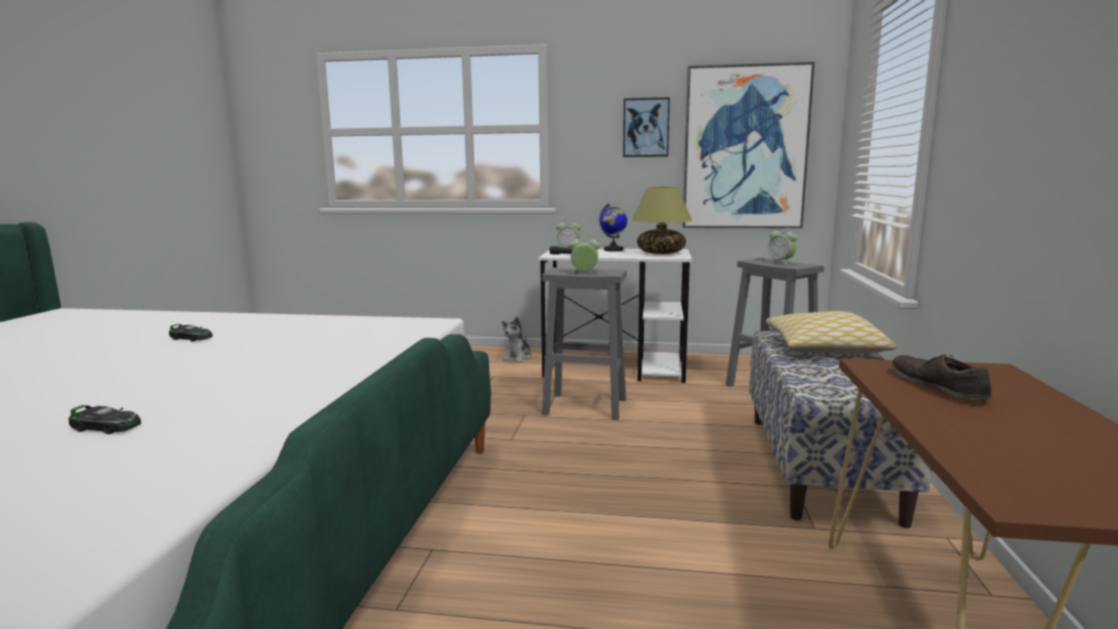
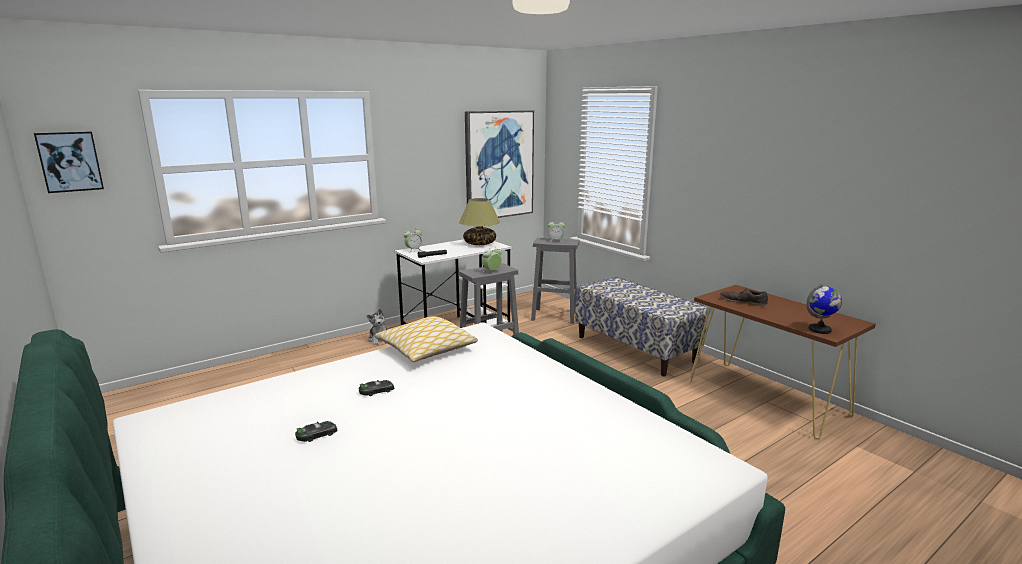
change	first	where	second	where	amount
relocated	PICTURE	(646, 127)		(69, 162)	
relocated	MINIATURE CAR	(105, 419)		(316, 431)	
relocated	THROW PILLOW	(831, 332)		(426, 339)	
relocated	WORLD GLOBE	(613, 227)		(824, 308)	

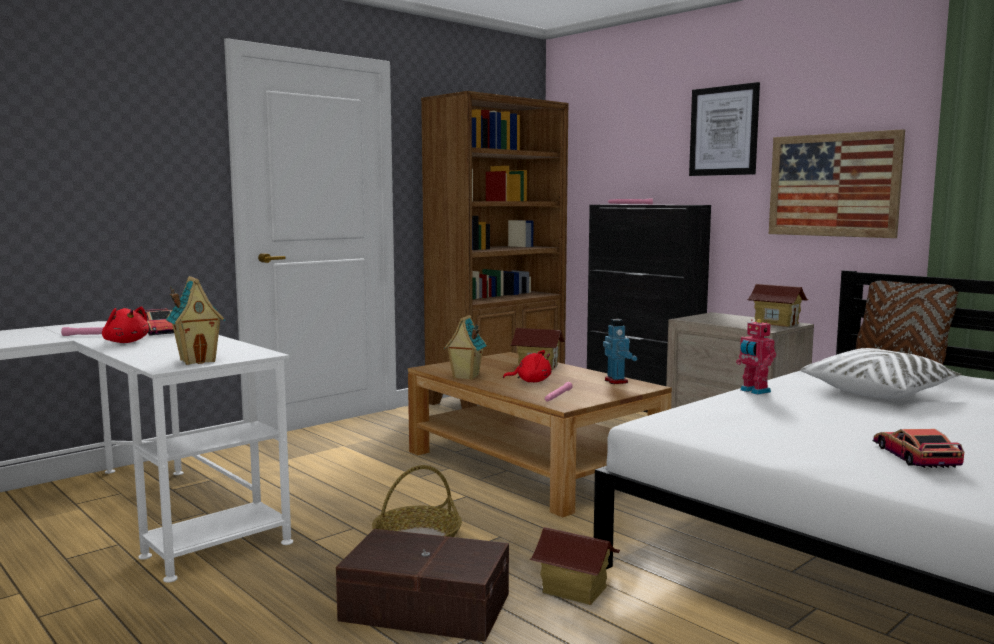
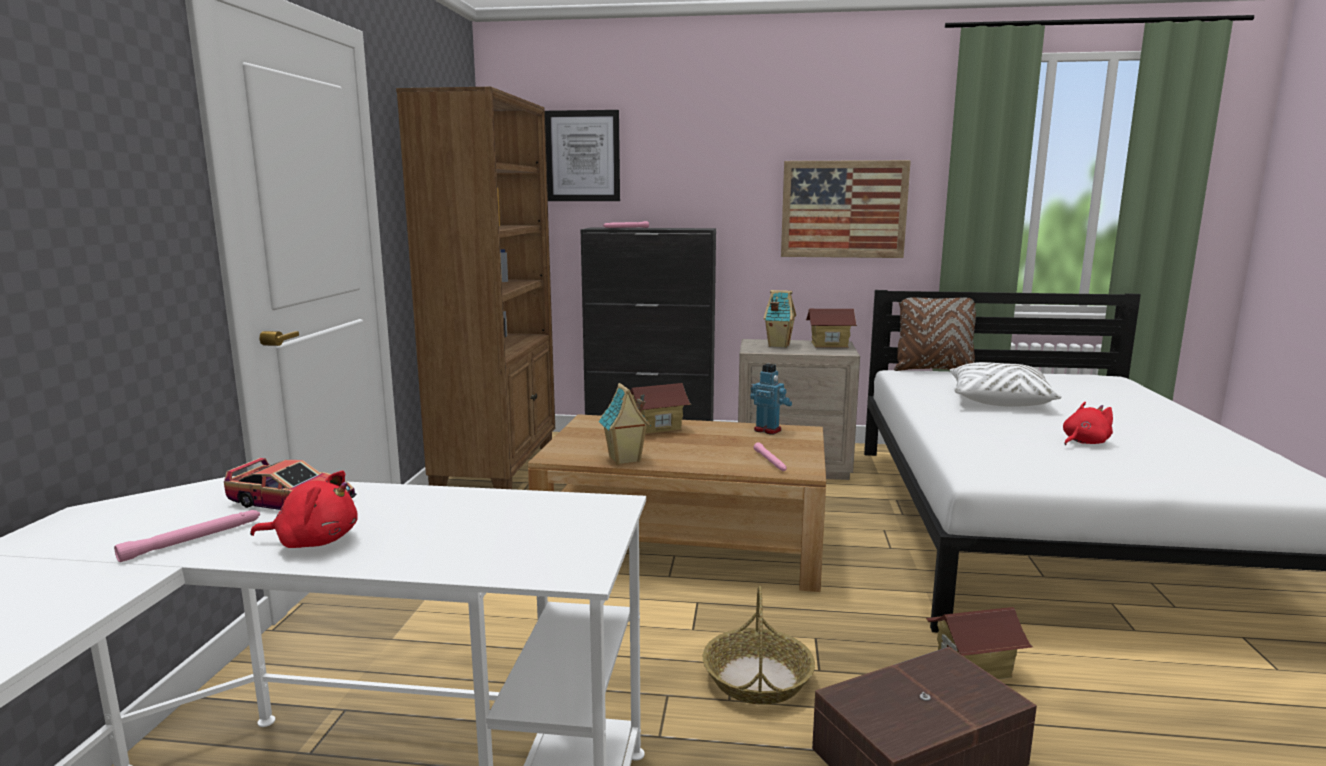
change	first	where	second	where	amount
relocated	PICTURE	(724, 129)		(582, 155)	
relocated	TOY HOUSE	(195, 320)		(780, 319)	
relocated	RED-COLOURED PLUSH TOY	(527, 366)		(1088, 423)	
missing	TOY ROBOT	(756, 357)			
missing	MINIATURE CAR	(918, 448)			

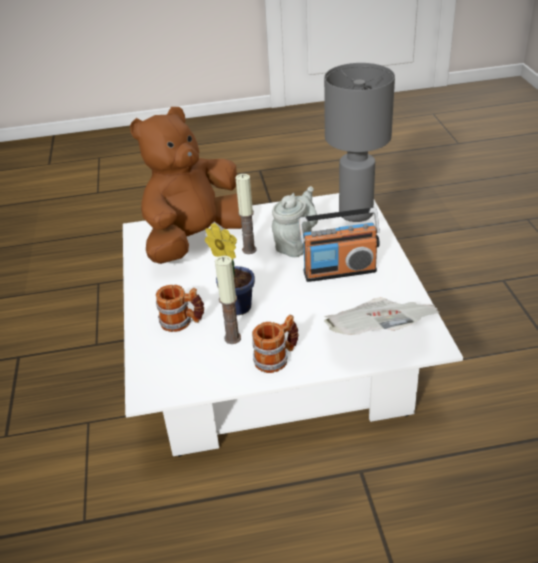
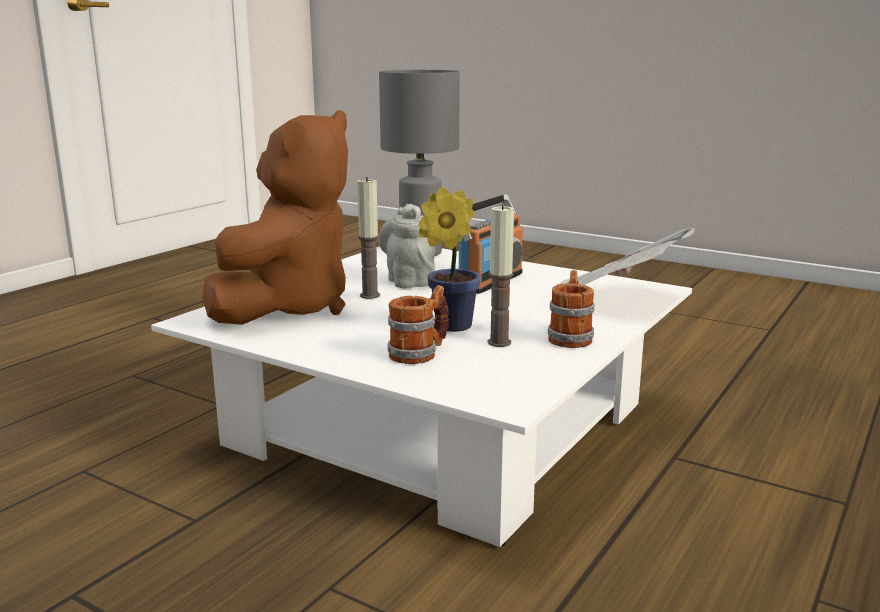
change	first	where	second	where	amount
spun	BROWN-COLOURED PLUSH TOY	(186, 185)		(275, 217)	150 degrees counterclockwise

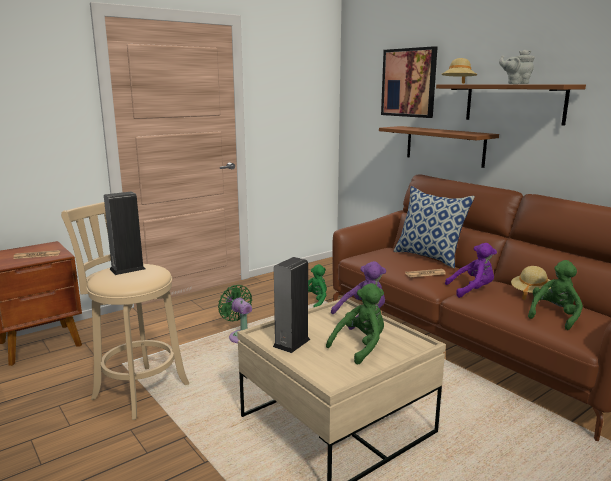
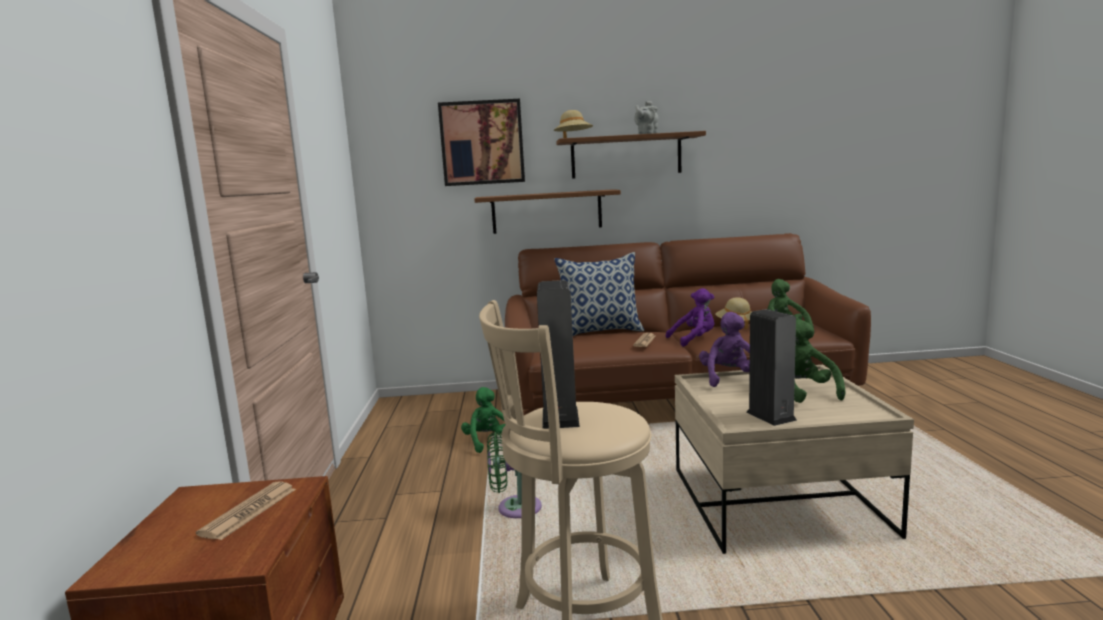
change	first	where	second	where	amount
spun	PURPLISH PLUSH TOY	(471, 270)		(690, 317)	45 degrees clockwise

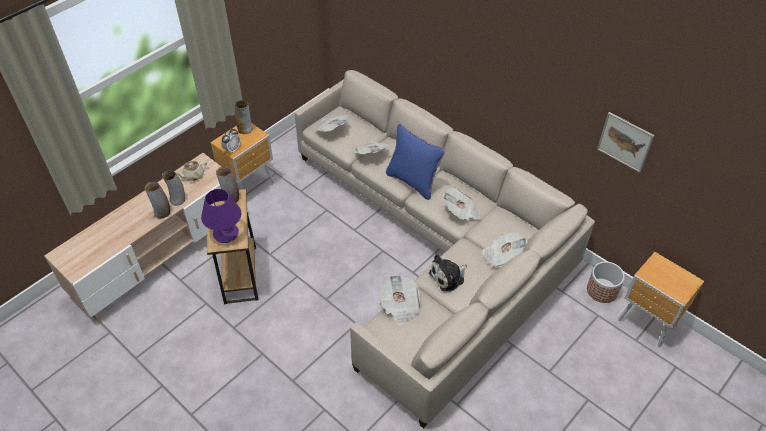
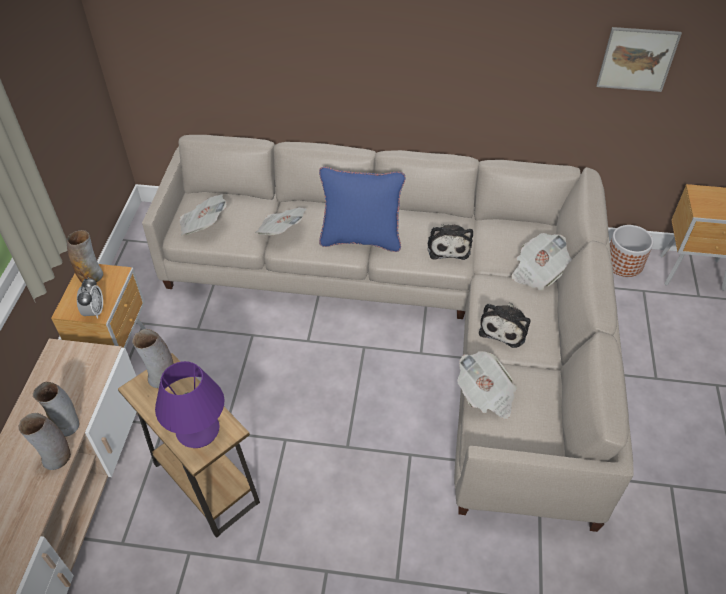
change	first	where	second	where	amount
exchanged	NEWSPAPER	(462, 204)	PLUSH TOY	(450, 242)	
missing	BEIGE-COLOURED TEA POT	(191, 171)			

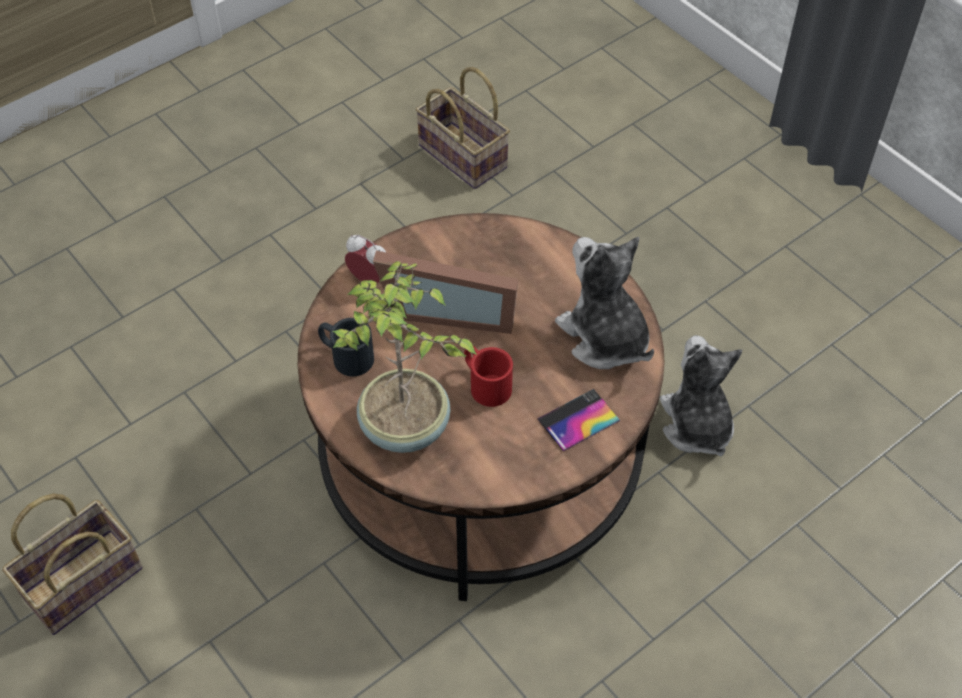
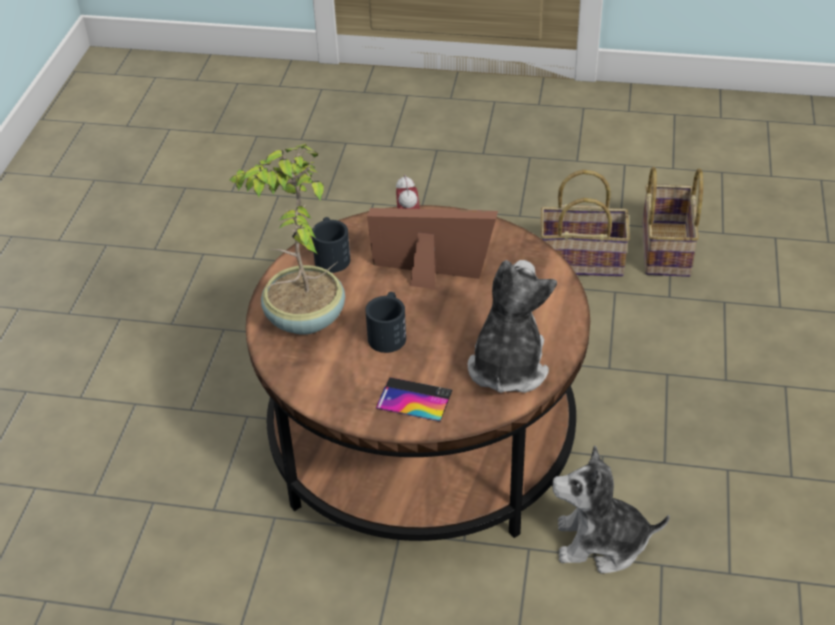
change	first	where	second	where	amount
colour	RED-COLOURED TEA MUG	(488, 376)	BLACKISH TEA MUG	(385, 322)	
spun	PICTURE FRAME	(445, 292)		(432, 248)	135 degrees clockwise
relocated	BASKET	(72, 564)		(585, 223)	
spun	PLUSH TOY	(701, 396)		(611, 509)	120 degrees counterclockwise

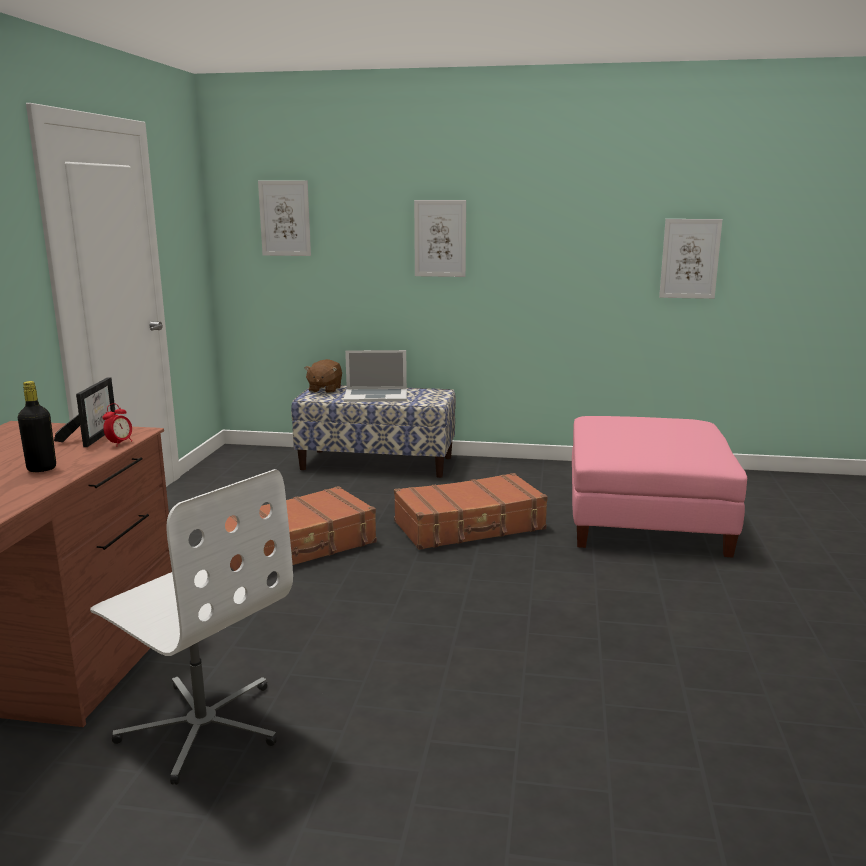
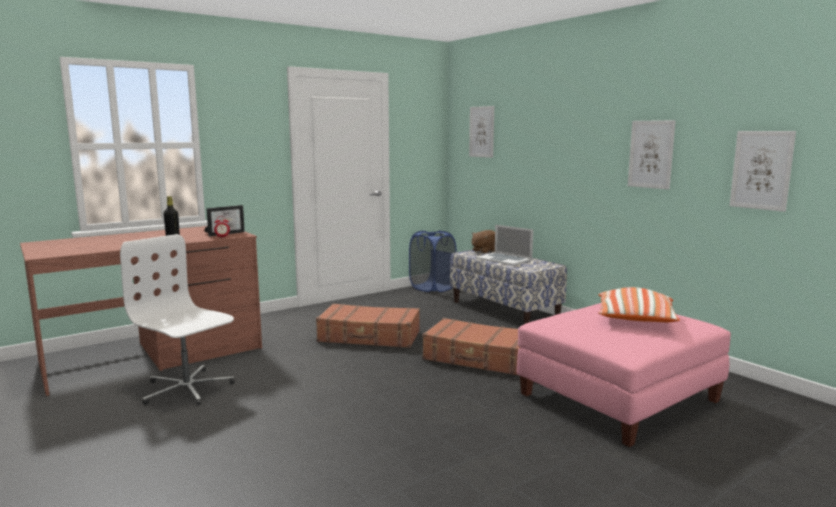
change	first	where	second	where	amount
spun	WHITISH DESK CHAIR	(191, 627)		(177, 319)	135 degrees clockwise
appeared			BLUE-COLOURED LAUNDRY BASKET	(433, 261)	
appeared			THROW PILLOW	(639, 304)	
relocated	PICTURE	(440, 238)		(652, 155)	

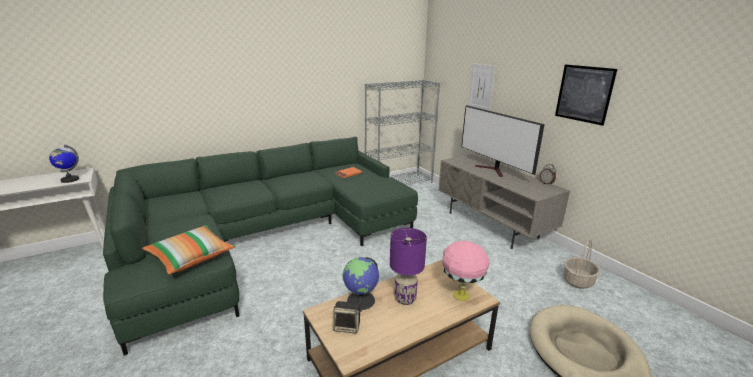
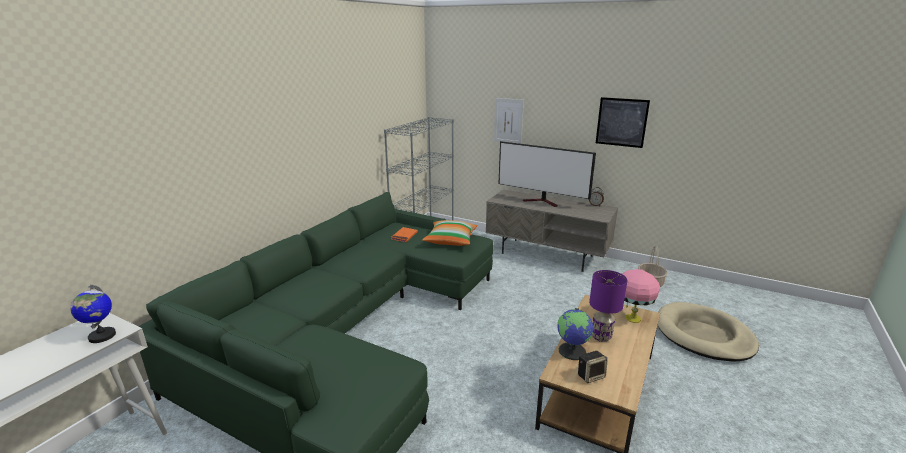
change	first	where	second	where	amount
relocated	THROW PILLOW	(189, 249)		(449, 233)	

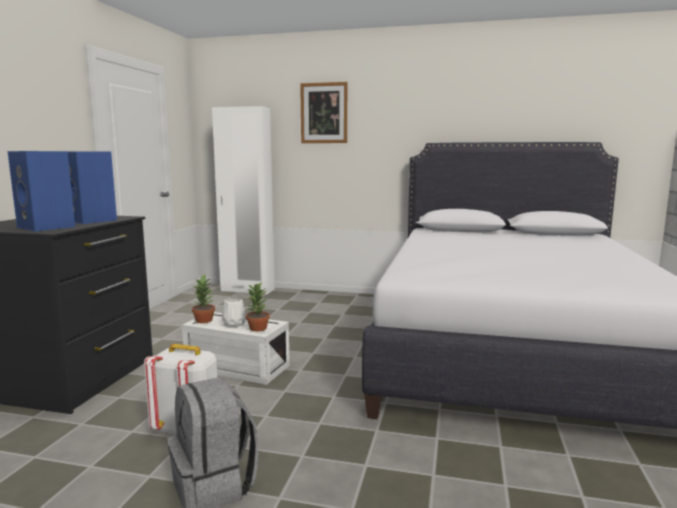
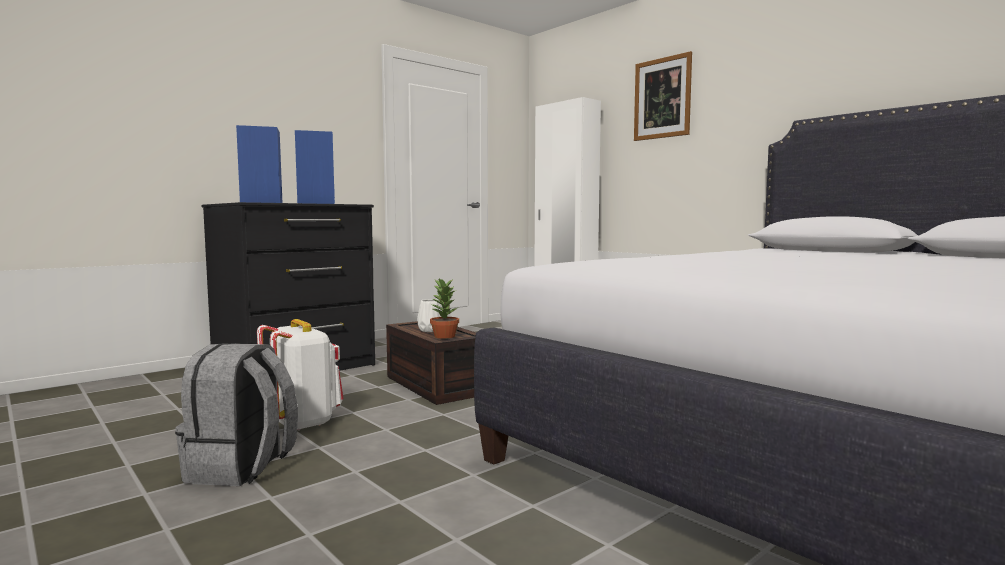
change	first	where	second	where	amount
colour	WHITISH STORAGE BOX	(236, 348)	BROWN-COLOURED STORAGE BOX	(431, 363)	
missing	POTTED PLANT	(203, 299)			

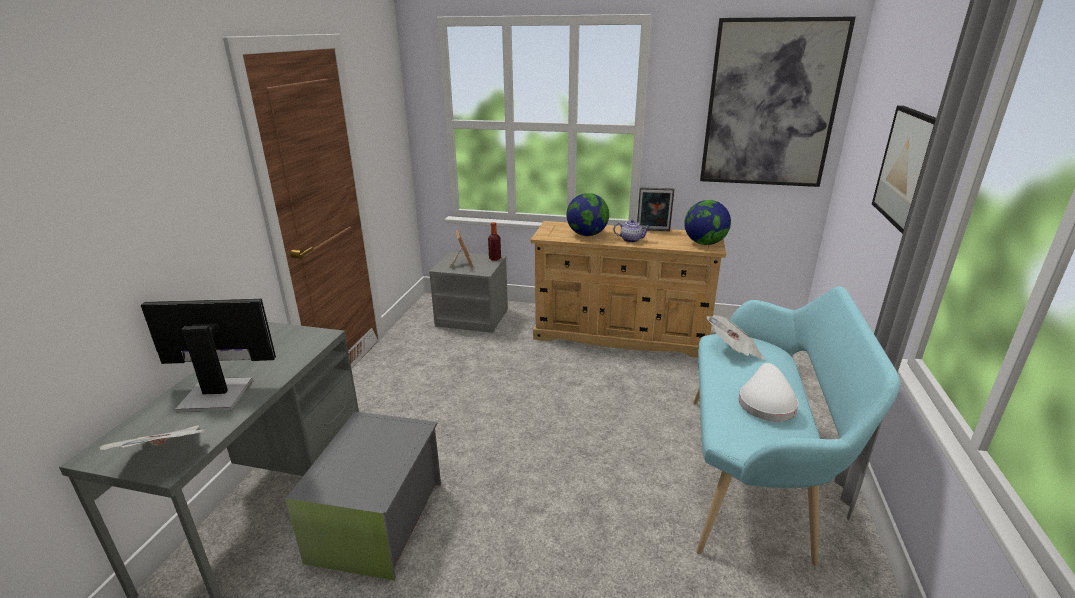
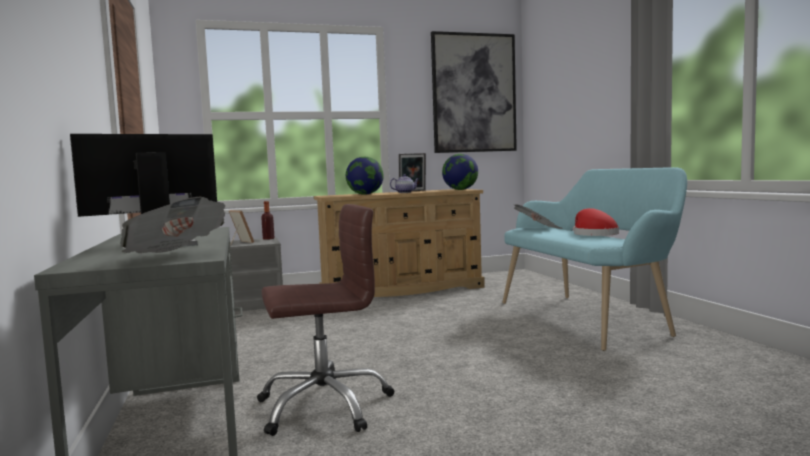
change	first	where	second	where	amount
exchanged	GREYISH STORAGE BOX	(363, 496)	BROWN-COLOURED DESK CHAIR	(325, 320)	
colour	WHITISH HAT	(768, 392)	RED-COLOURED HAT	(596, 222)	
missing	PICTURE	(904, 169)			

